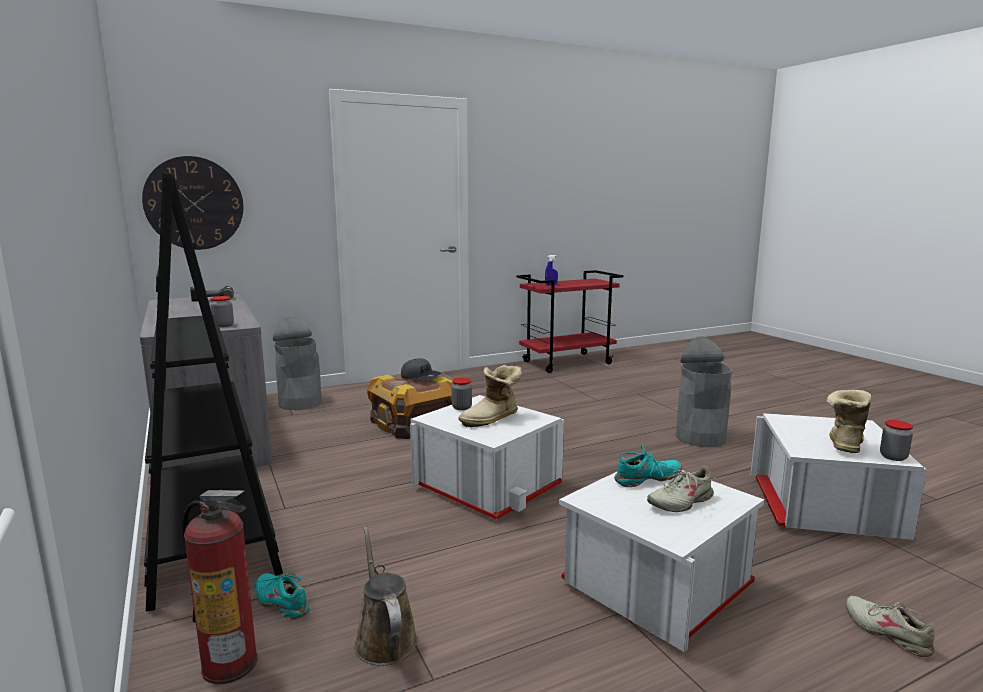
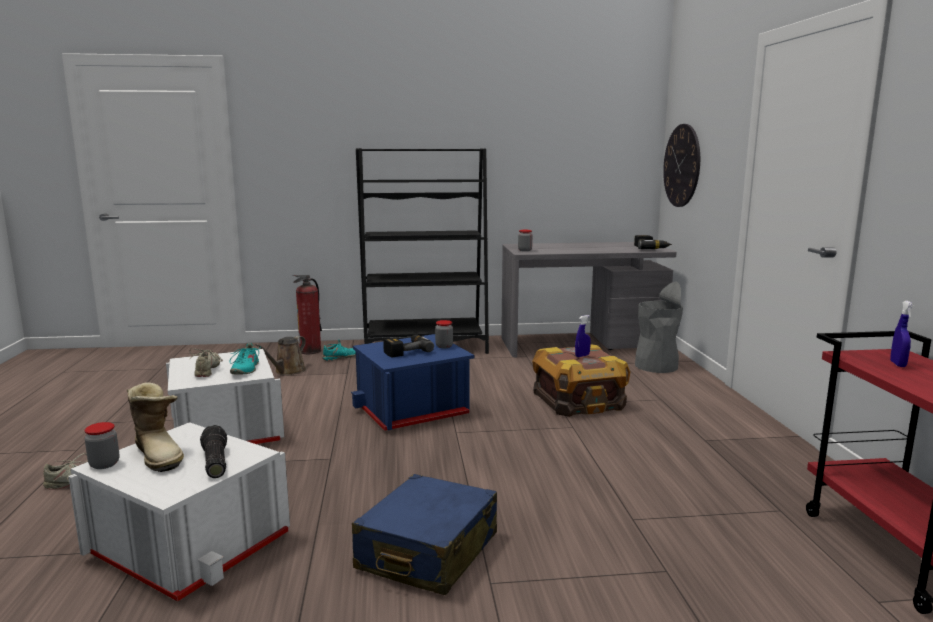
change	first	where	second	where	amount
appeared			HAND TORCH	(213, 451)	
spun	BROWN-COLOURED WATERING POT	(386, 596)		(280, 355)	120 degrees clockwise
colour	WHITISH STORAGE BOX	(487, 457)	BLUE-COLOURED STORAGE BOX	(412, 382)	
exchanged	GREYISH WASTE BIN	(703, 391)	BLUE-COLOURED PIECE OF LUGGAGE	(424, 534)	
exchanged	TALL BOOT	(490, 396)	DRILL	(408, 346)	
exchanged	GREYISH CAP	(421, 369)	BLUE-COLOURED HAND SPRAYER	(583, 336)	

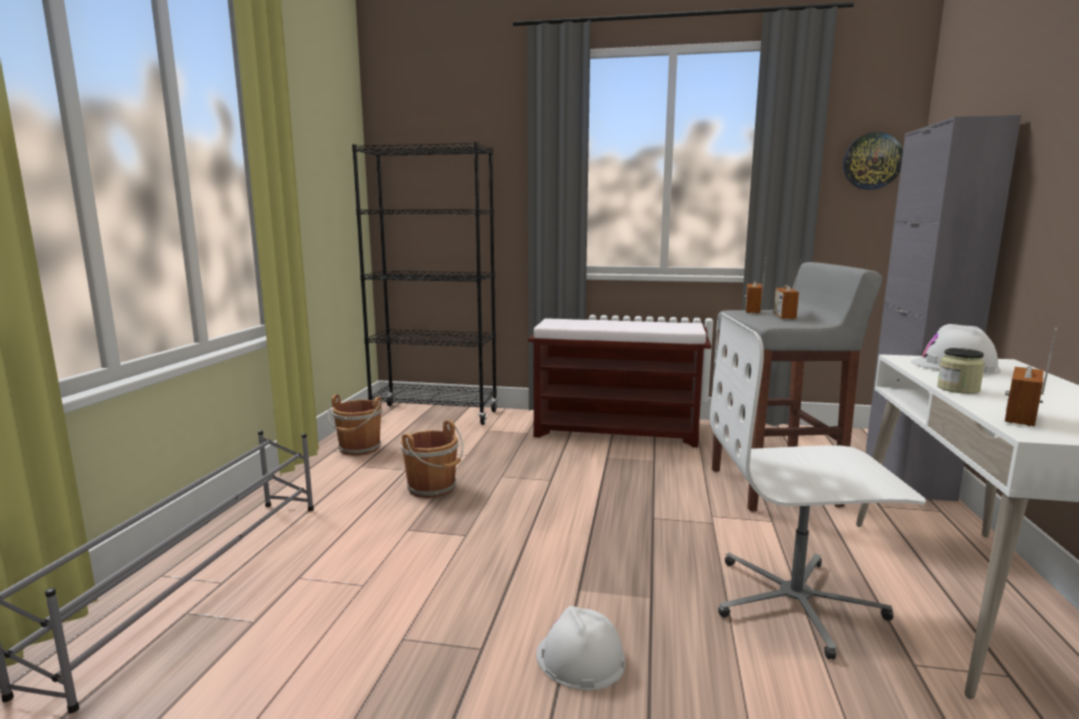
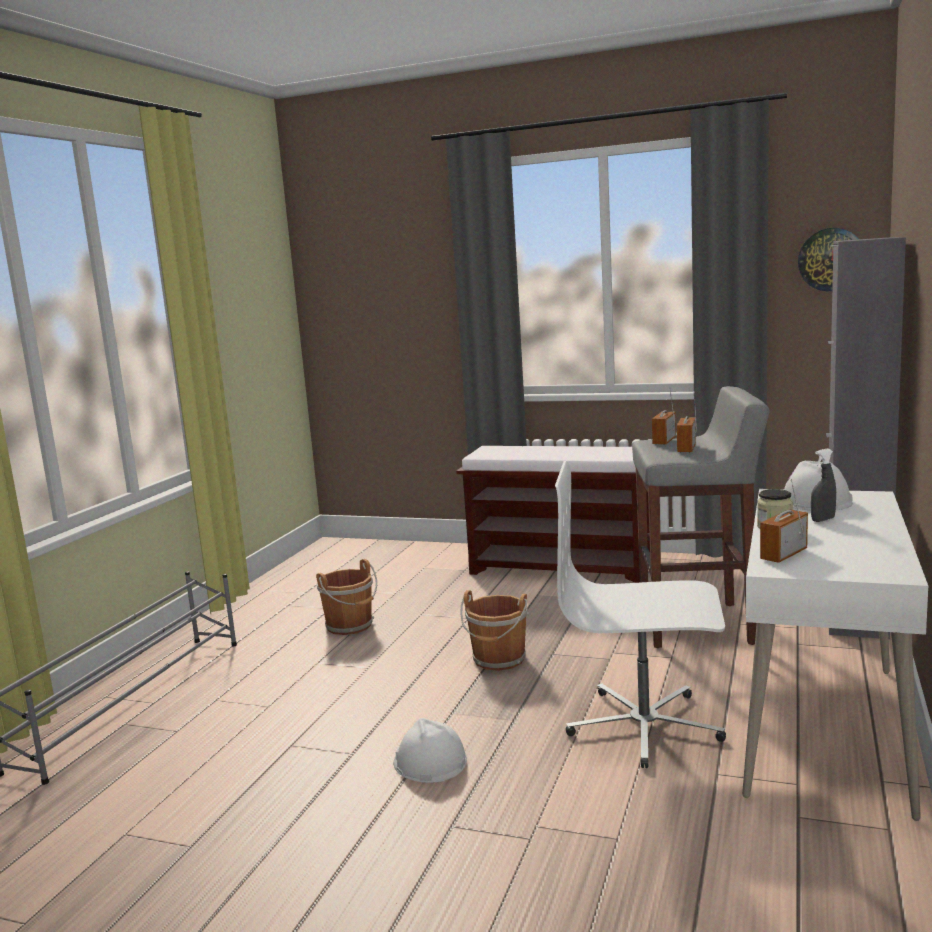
change	first	where	second	where	amount
relocated	BROWN-COLOURED WATER BUCKET	(355, 425)		(494, 630)	
appeared			GREYISH HAND SPRAYER	(823, 485)	
missing	BLACKISH BOOKSHELF	(425, 283)			

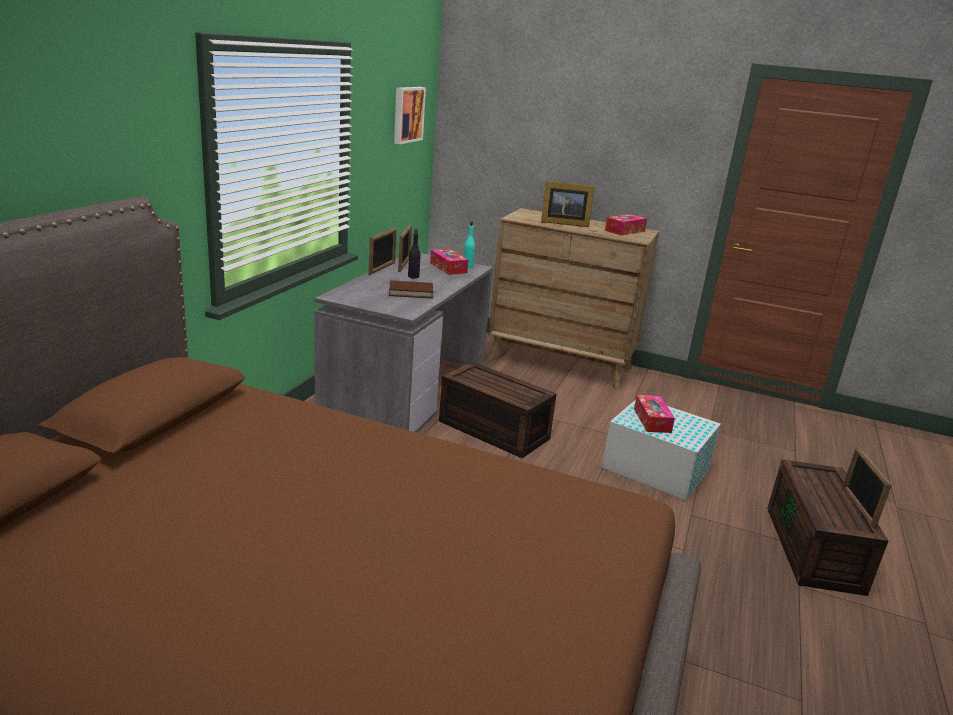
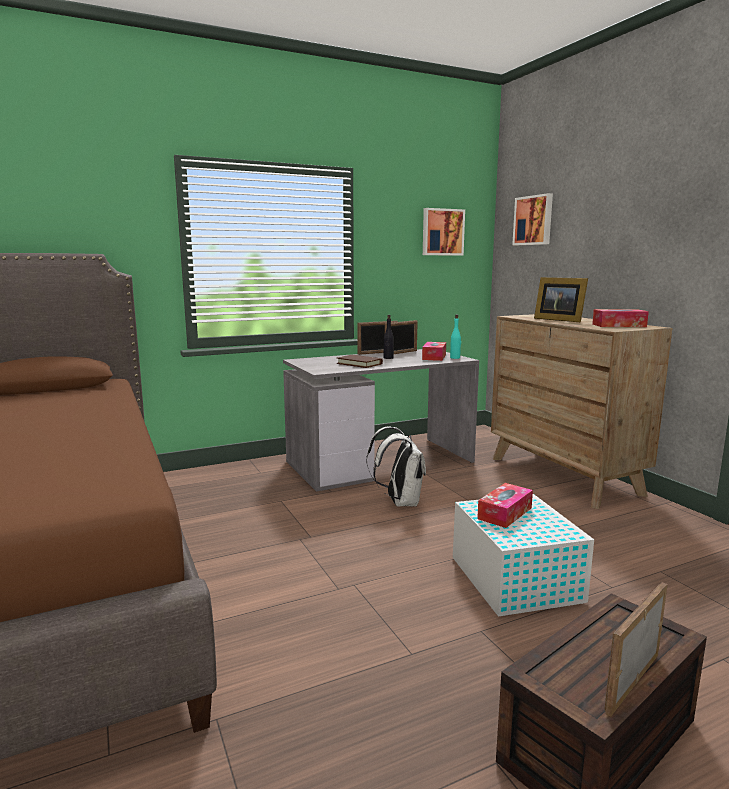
change	first	where	second	where	amount
exchanged	BROWN-COLOURED STORAGE BOX	(498, 410)	WHITISH KNAPSACK	(396, 466)	
appeared			PICTURE	(532, 219)	

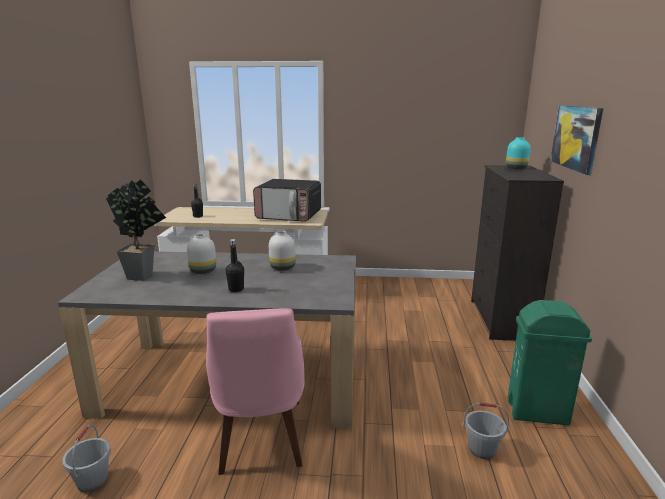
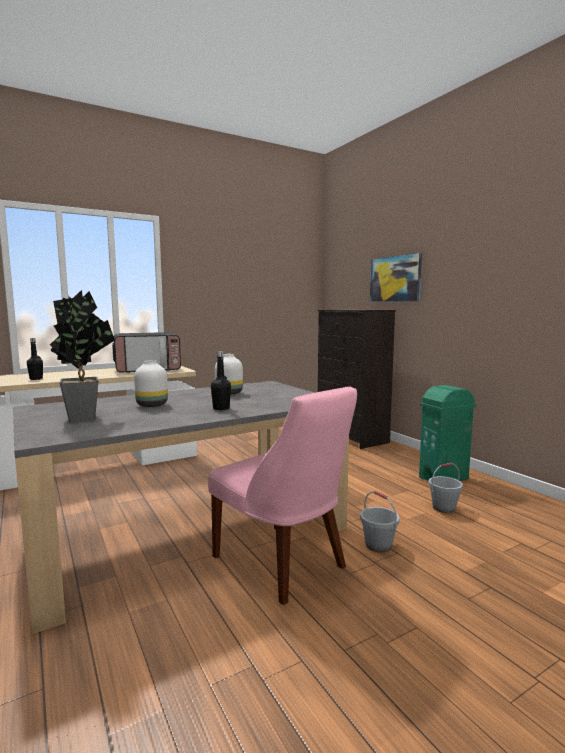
change	first	where	second	where	amount
relocated	GREYISH WATER BUCKET	(86, 458)		(380, 522)	
missing	BLUE-GREEN DECORATIVE VASE	(518, 153)			

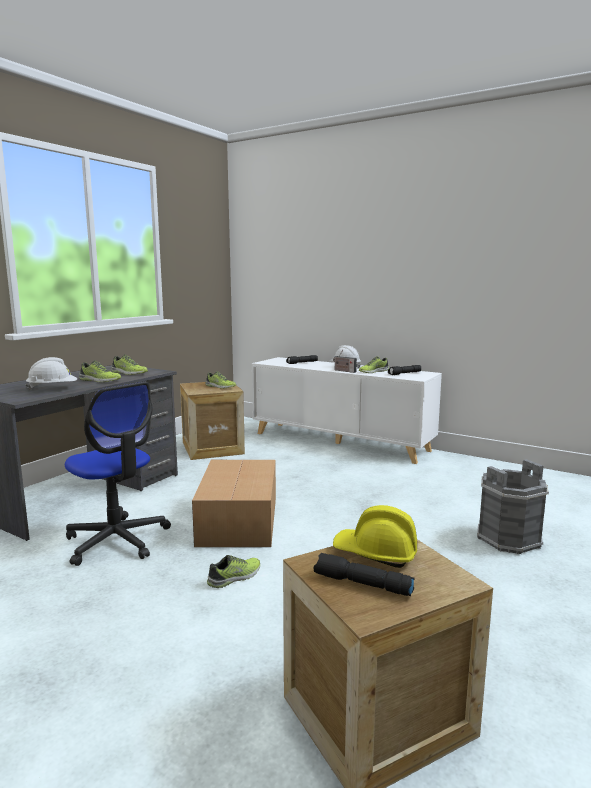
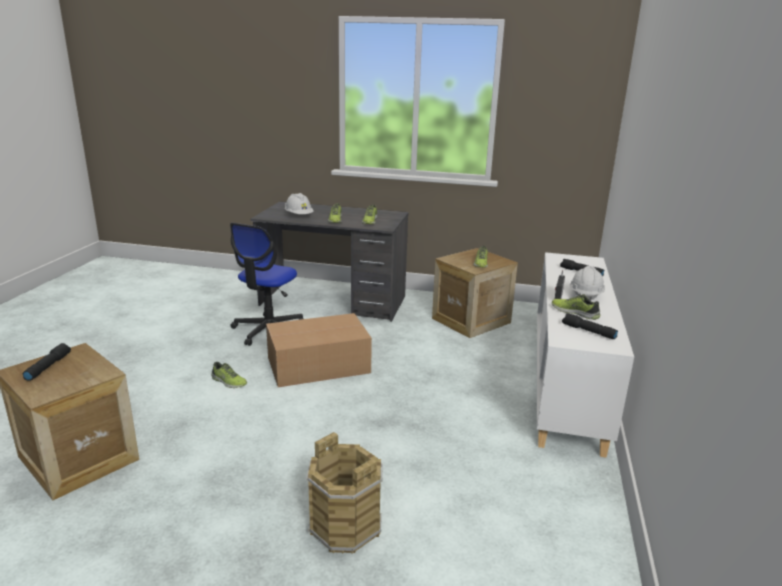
change	first	where	second	where	amount
colour	GREYISH WATER BUCKET	(513, 506)	BROWN-COLOURED WATER BUCKET	(344, 493)	
missing	YELLOW WORK HELMET	(375, 536)			

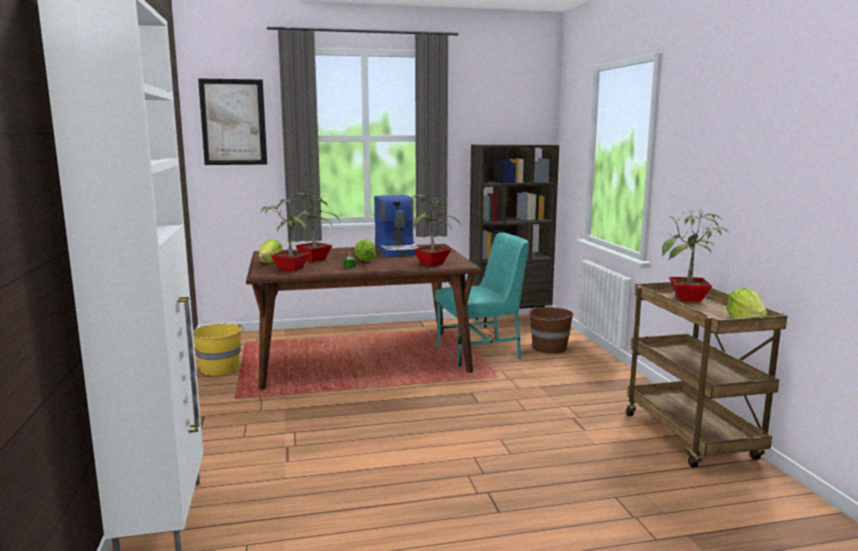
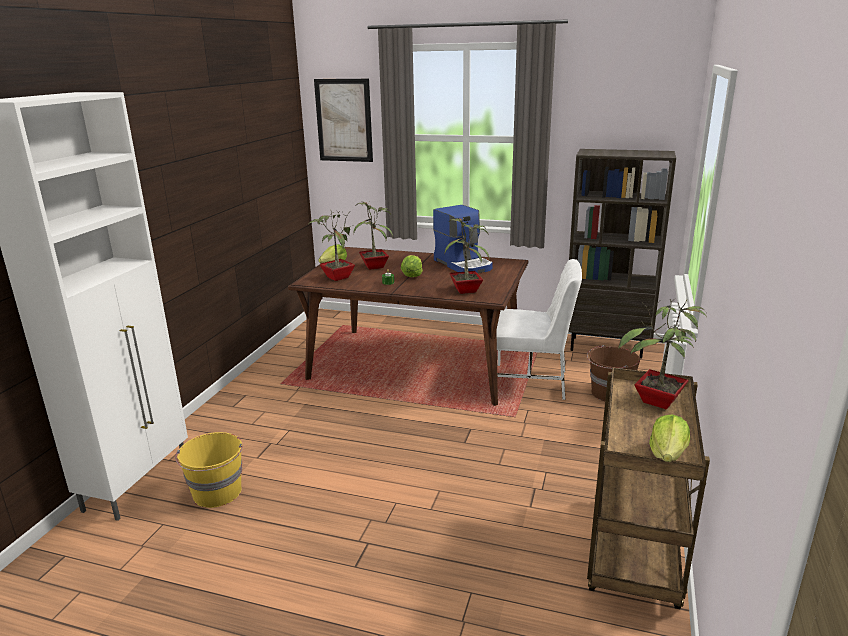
change	first	where	second	where	amount
relocated	YELLOW WATER BUCKET	(218, 350)		(208, 470)	
spun	COFFEE BREWER	(396, 226)		(463, 239)	45 degrees counterclockwise
colour	BLUE-GREEN UPRIGHT CHAIR	(482, 299)	WHITISH UPRIGHT CHAIR	(539, 329)	

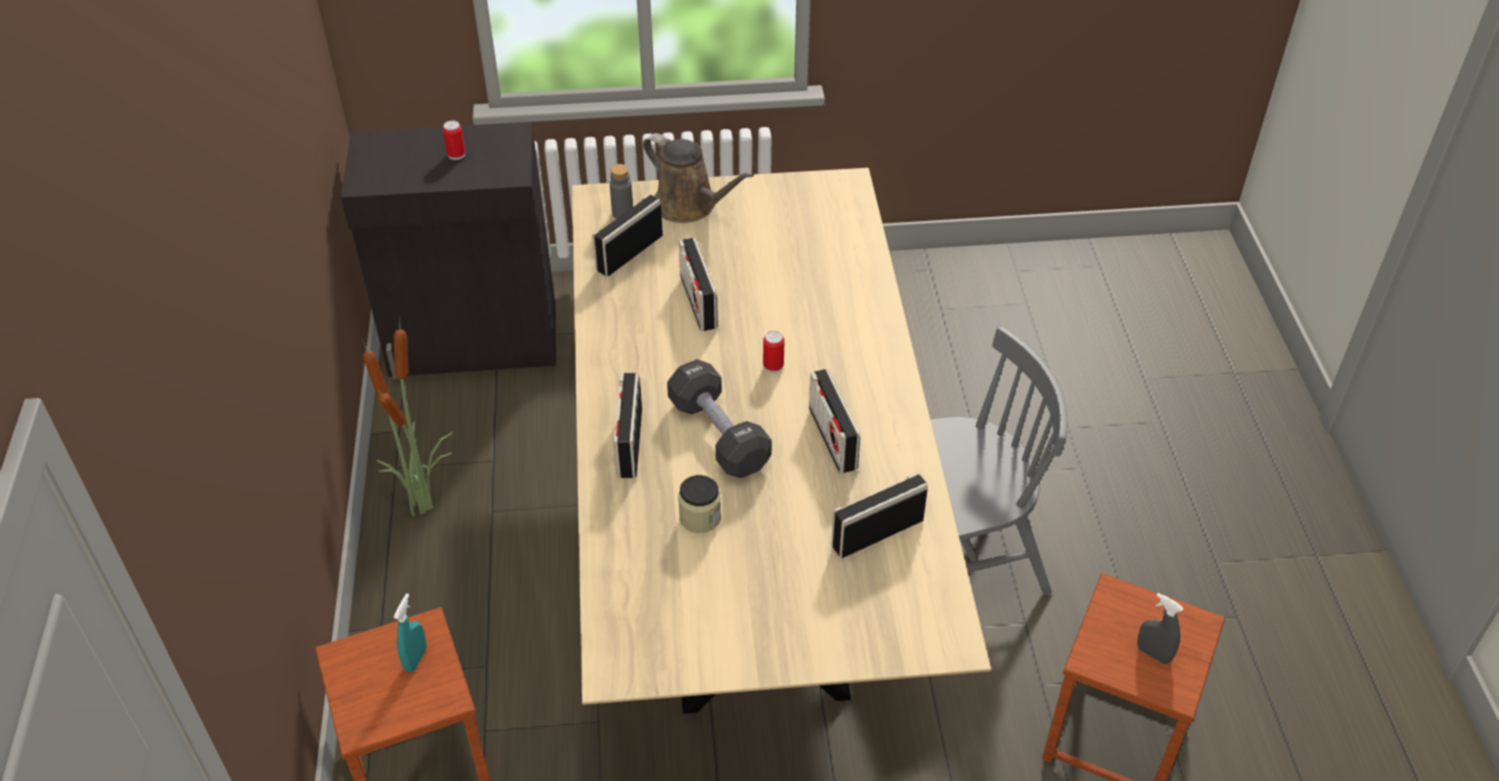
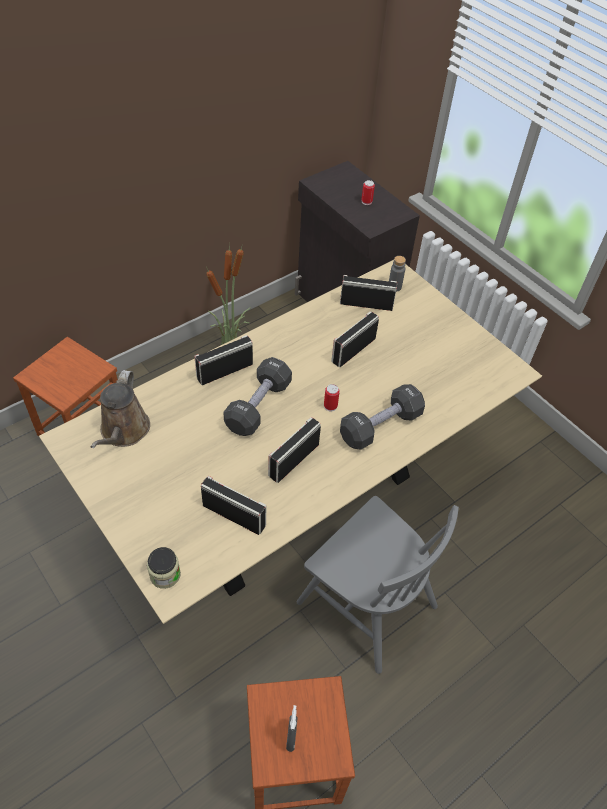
change	first	where	second	where	amount
relocated	BROWN-COLOURED WATERING POT	(698, 178)		(120, 409)	
relocated	PRESERVE JAR	(699, 504)		(164, 568)	
appeared			BLACKISH HAND WEIGHT	(382, 417)	
missing	BLUE-GREEN HAND SPRAYER	(410, 632)			

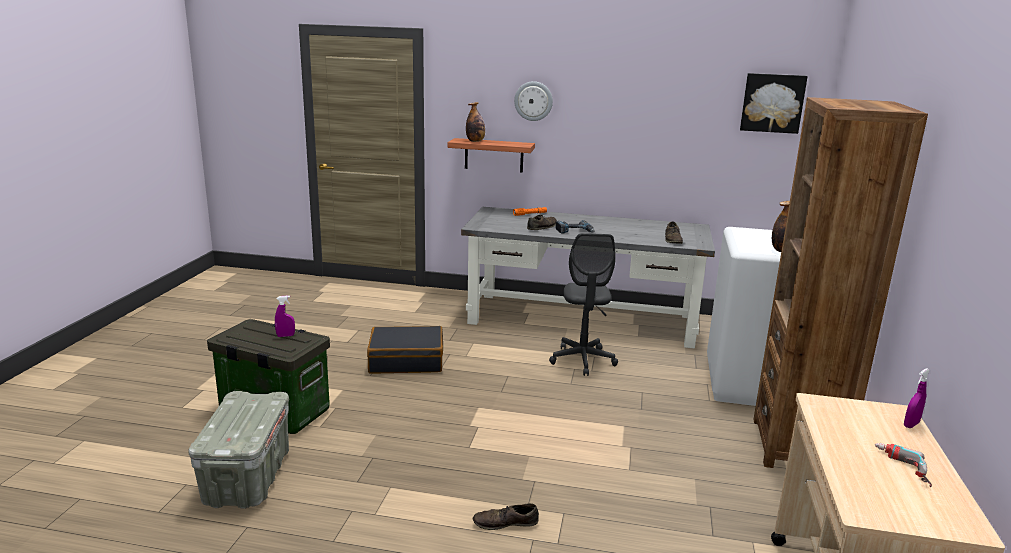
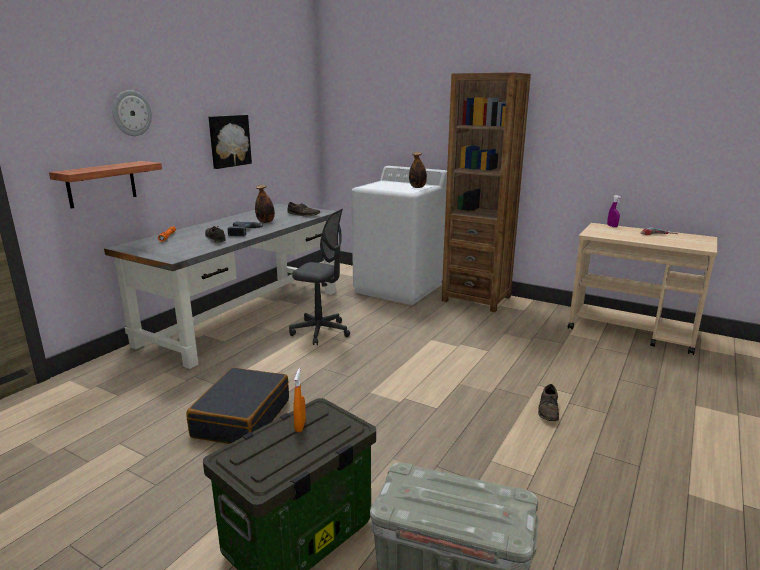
change	first	where	second	where	amount
relocated	PICTURE	(774, 103)		(230, 142)	
relocated	BOTTLE	(475, 122)		(265, 204)	
colour	PURPLISH HAND SPRAYER	(285, 316)	ORANGEY HAND SPRAYER	(299, 400)	

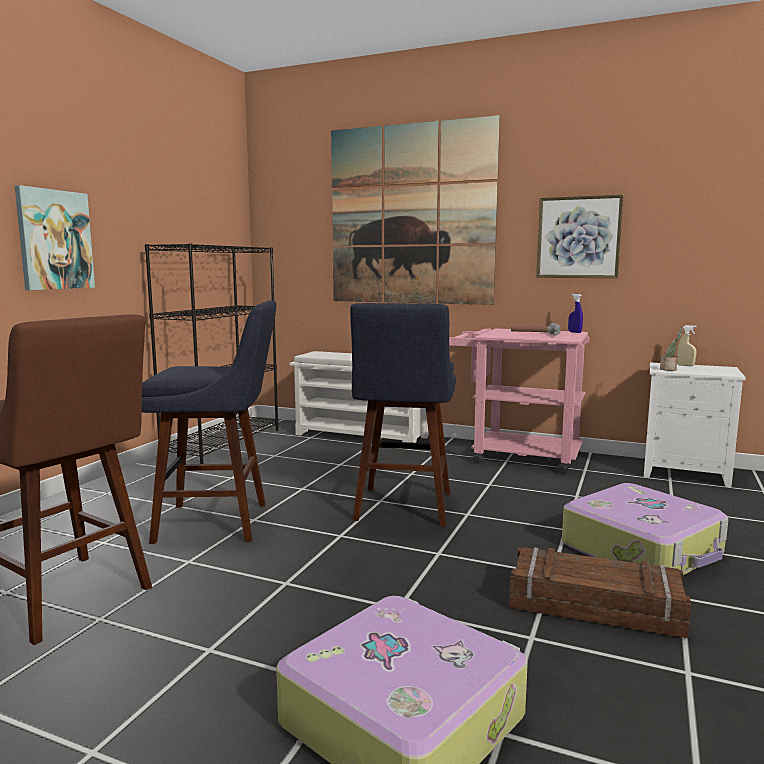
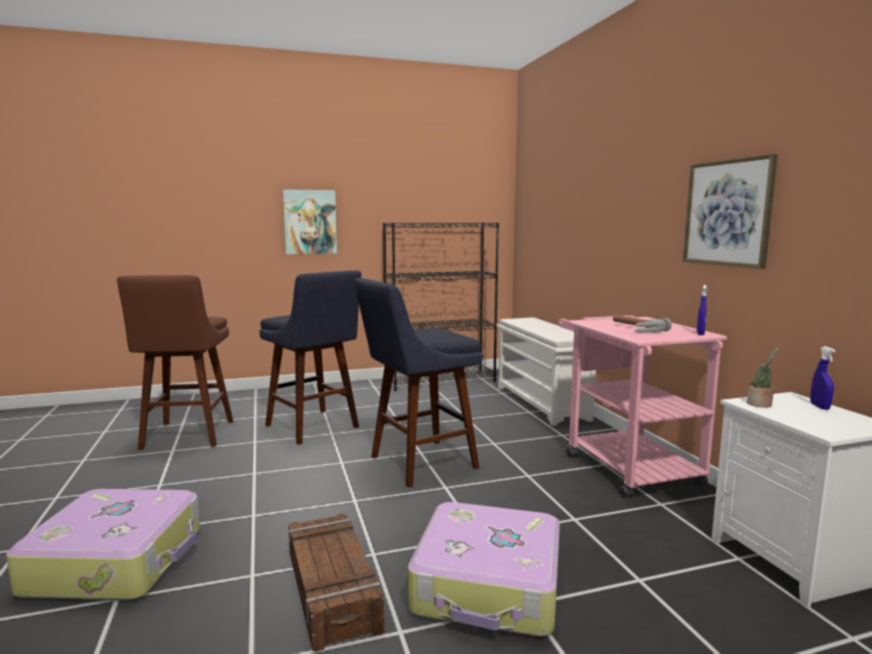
change	first	where	second	where	amount
colour	BEIGE-COLOURED HAND SPRAYER	(687, 345)	BLUE-COLOURED HAND SPRAYER	(822, 378)	
missing	PICTURE	(415, 210)			

